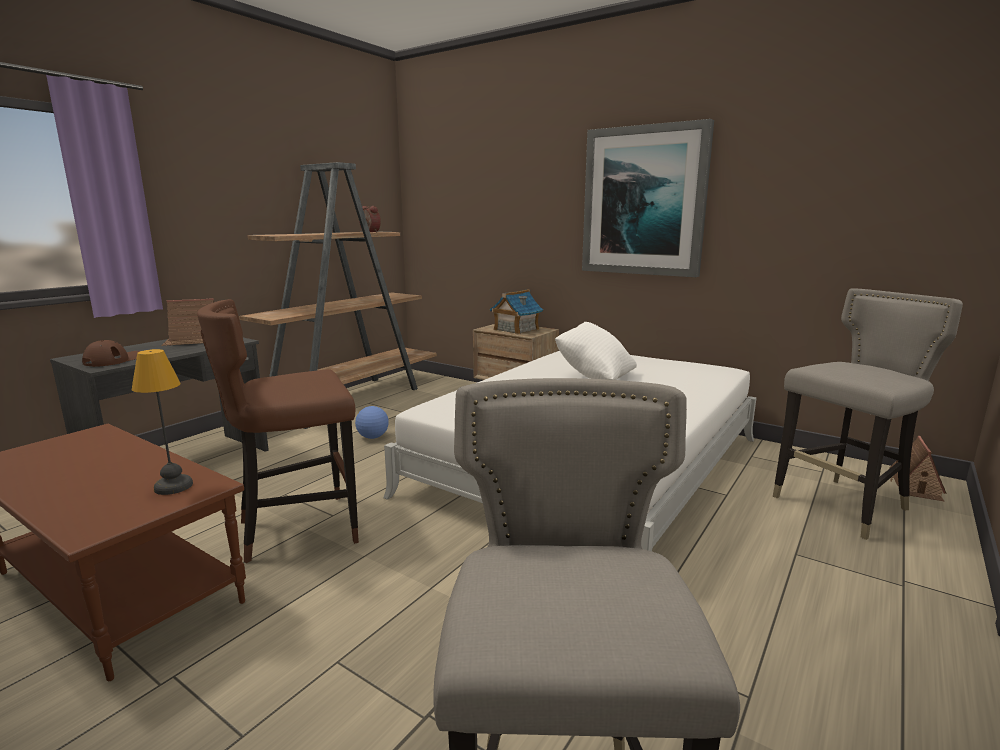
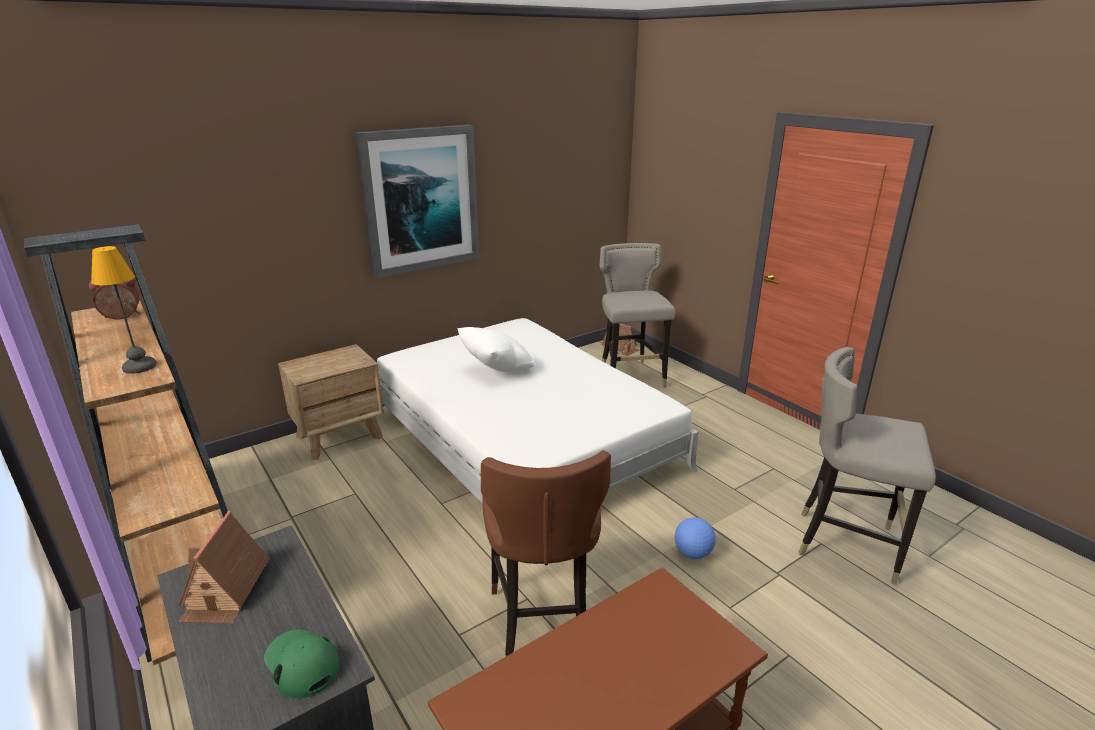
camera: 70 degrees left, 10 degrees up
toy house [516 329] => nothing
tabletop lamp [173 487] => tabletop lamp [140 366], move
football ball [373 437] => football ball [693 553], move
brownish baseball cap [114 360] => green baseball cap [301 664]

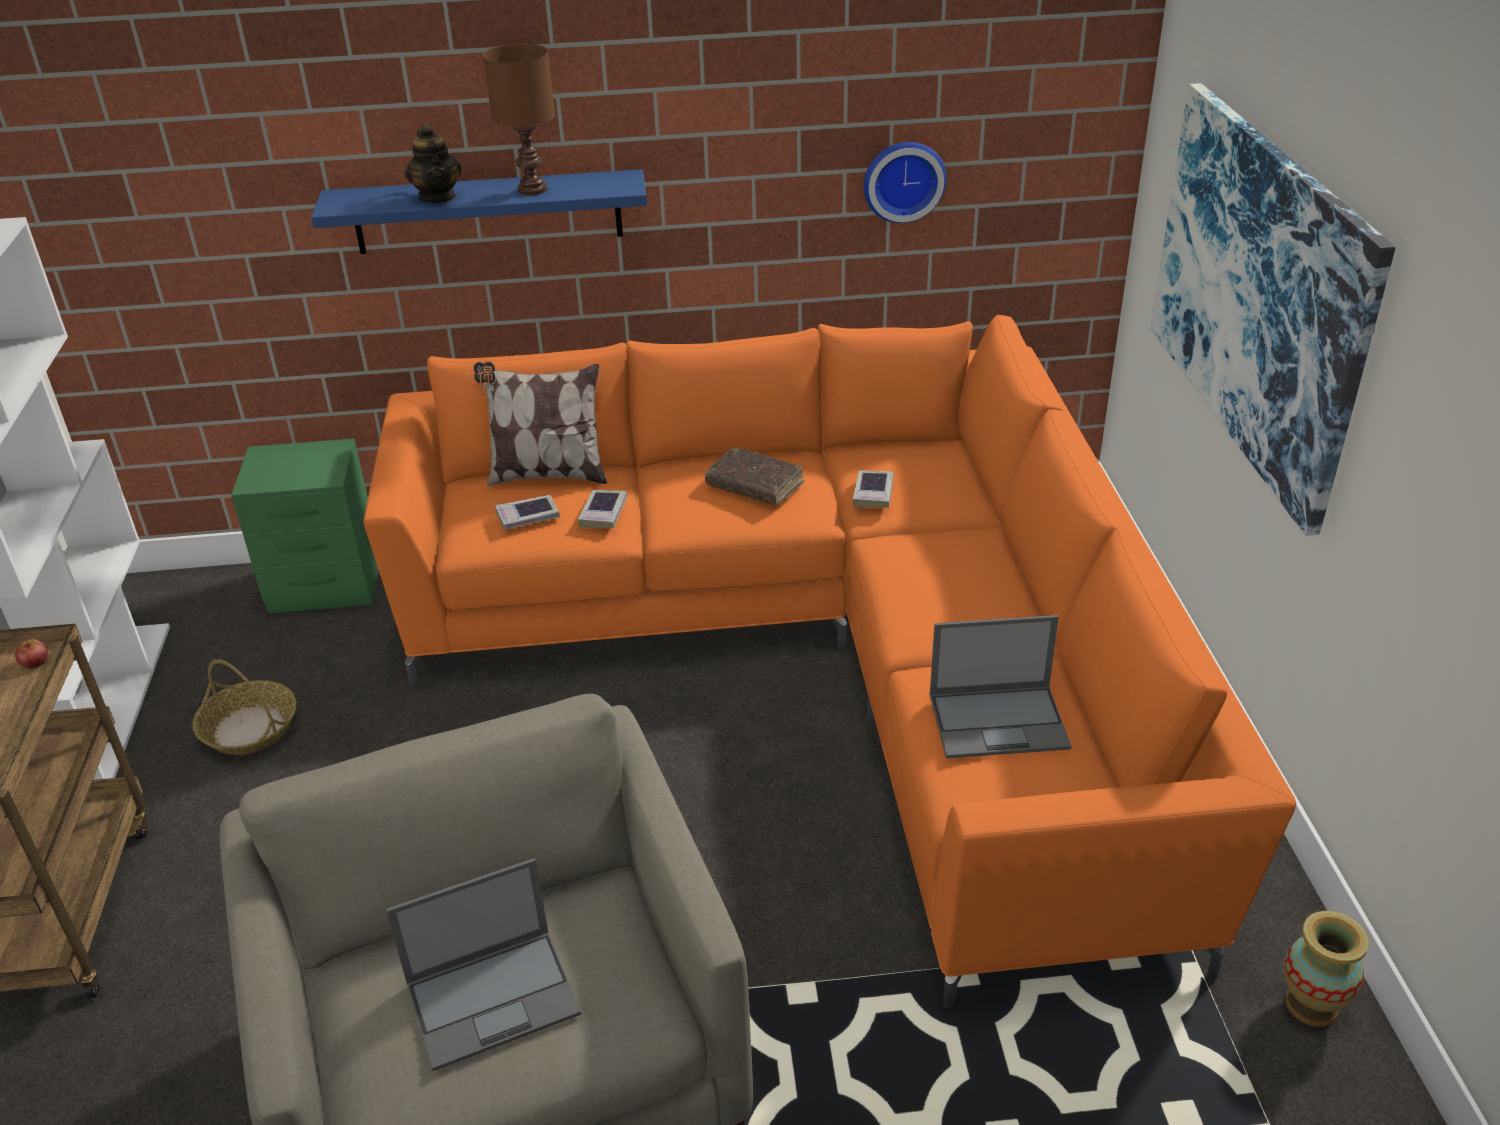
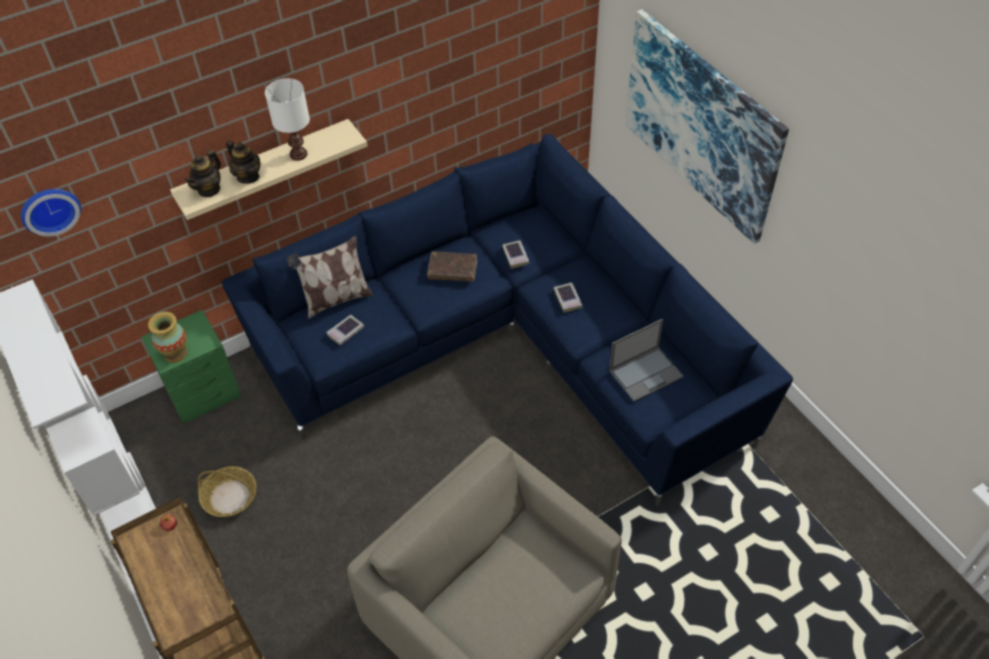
camera: 25 degrees left, 15 degrees up
portable computer [494 997] => nothing
nothing => tea pot [209 189]
book [603 513] => book [568 299], move
wall clock [903 180] => wall clock [49 209], move
decorative vase [1311 1005] => decorative vase [175 353], move
bluish bracket shelf [488 212] => beige bracket shelf [265 168]
orange couch [831 663] => bluish couch [511 345]
brownish tabletop lamp [533 189] => whitish tabletop lamp [299 154]

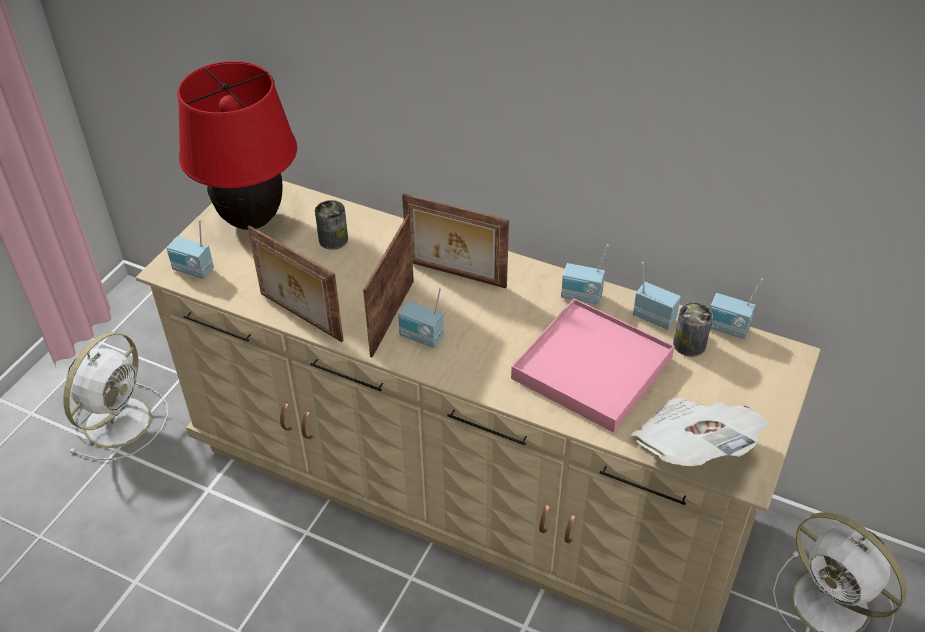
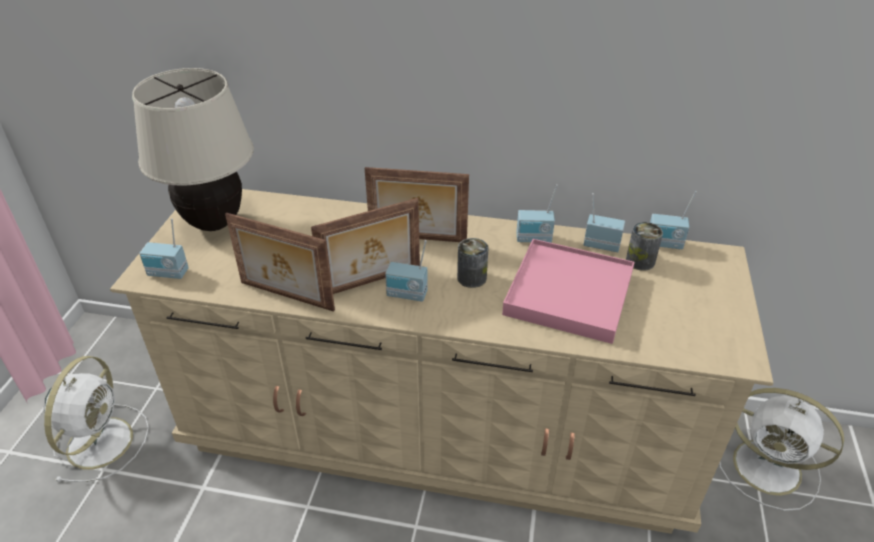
camera: 15 degrees left, 5 degrees down
newspaper [692 449] => nothing
sealed can [333 239] => sealed can [471 278], move
reddish tabletop lamp [251 220] => beige tabletop lamp [213 223]
photo frame [390 317] => photo frame [372 282], 120 degrees counterclockwise

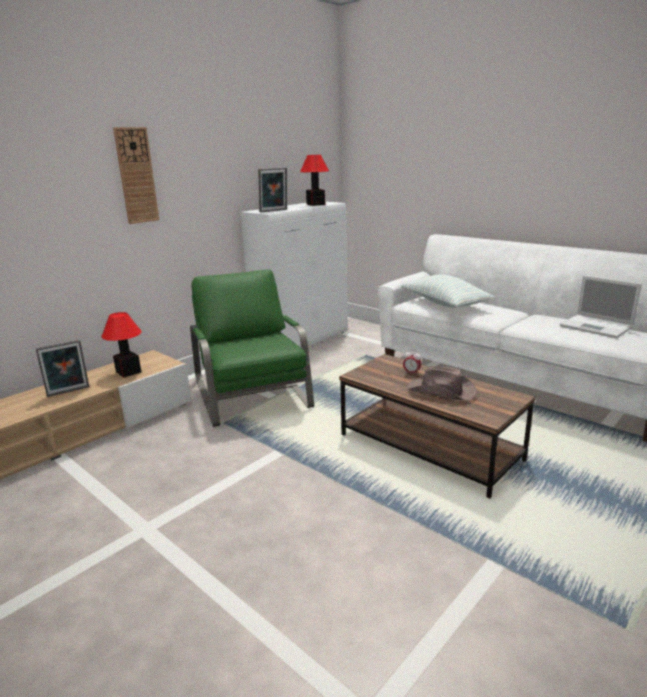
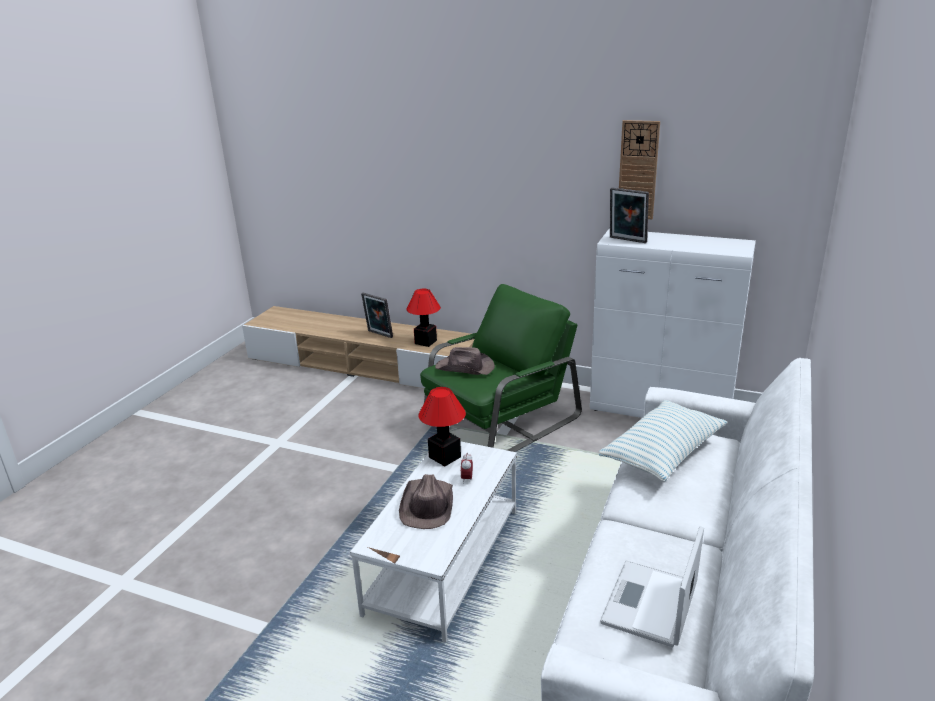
camera: 70 degrees right, 5 degrees up
nothing => brownish wearable hat [465 368]
wall clock [136 176] => wall clock [638 170], move
tabletop lamp [315 204] => tabletop lamp [444 457], move
brownish lounge table [430 447] => whitish lounge table [445 560]

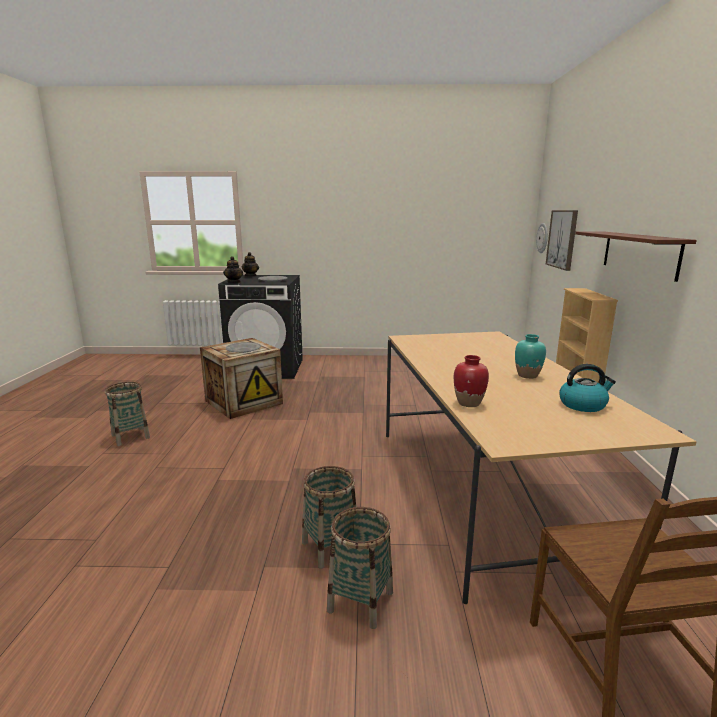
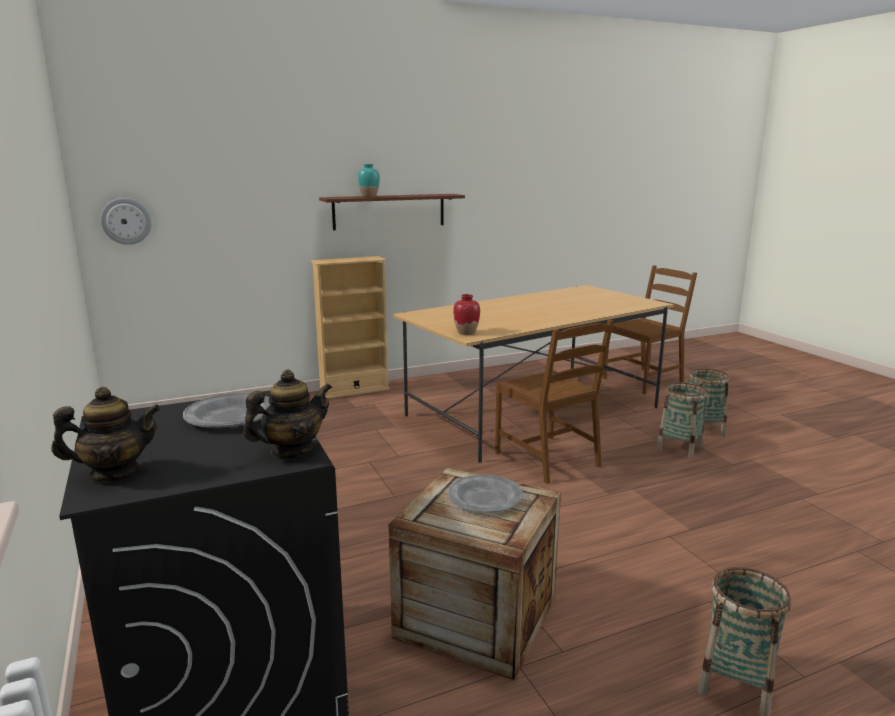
camera: 115 degrees left, 0 degrees up
wall art [562 239] => nothing
water kettle [583 405] => nothing
nothing => brownish upright chair [548 459]
reddish decorative vase [468 403] => reddish decorative vase [466 332], move
turquoise-coloured decorative vase [527 375] => turquoise-coloured decorative vase [369 196], move

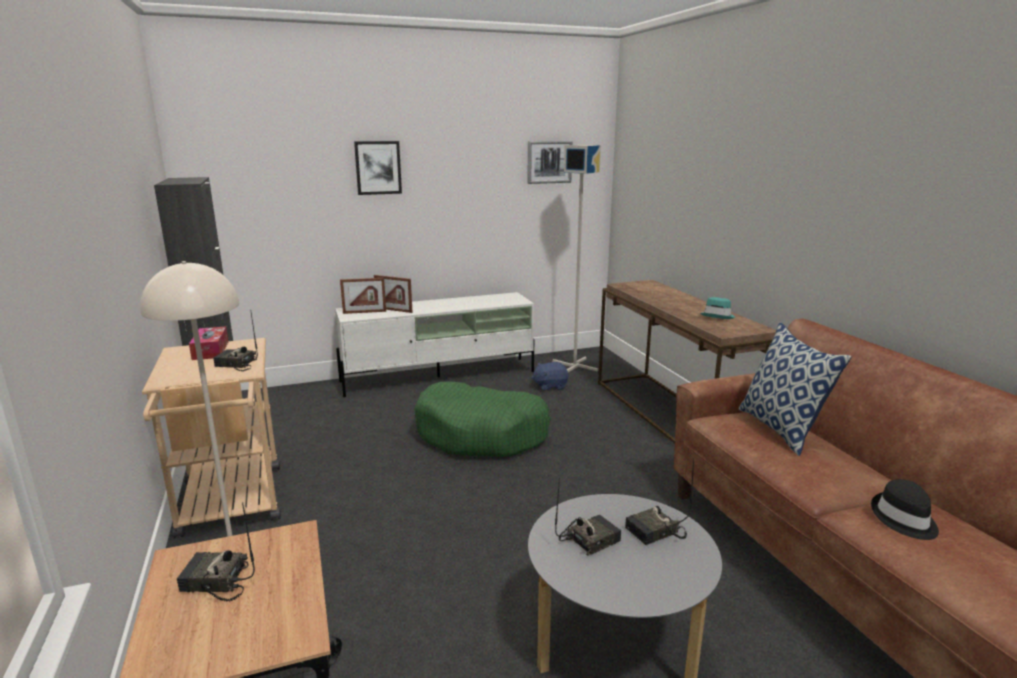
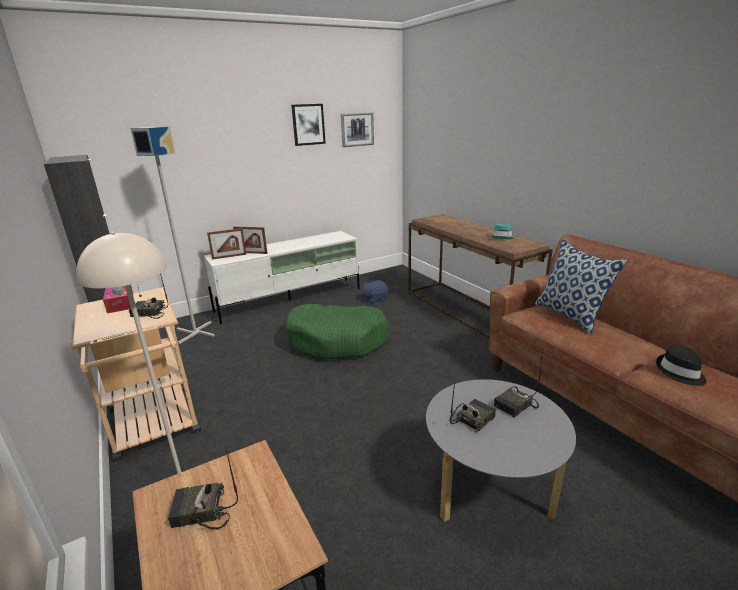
camera: 10 degrees left, 5 degrees up
wall art [378 167] => wall art [308 124], move
grey standing lamp [574 365] => grey standing lamp [195 332], move

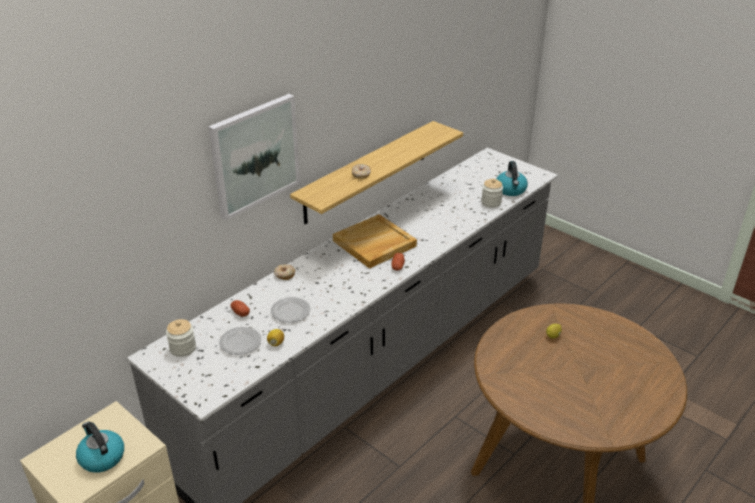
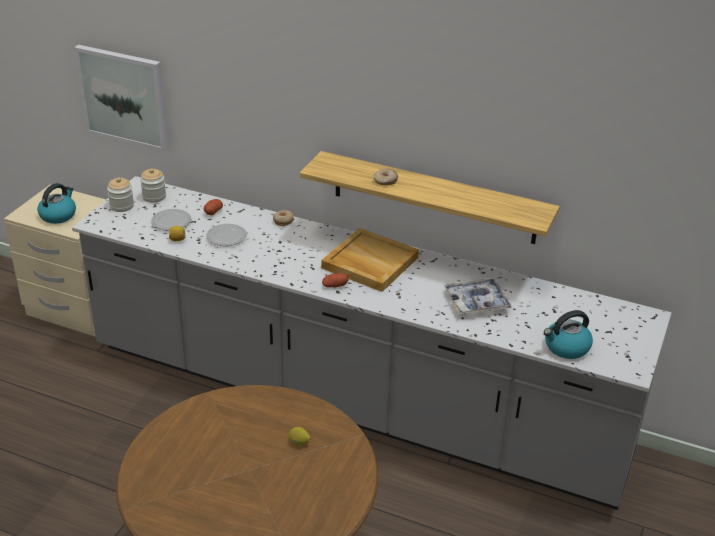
camera: 70 degrees right, 0 degrees up
nothing => carrying tray [476 302]
wall art [254 155] => wall art [124 97], move
storage jar [491 202] => storage jar [122 206], move

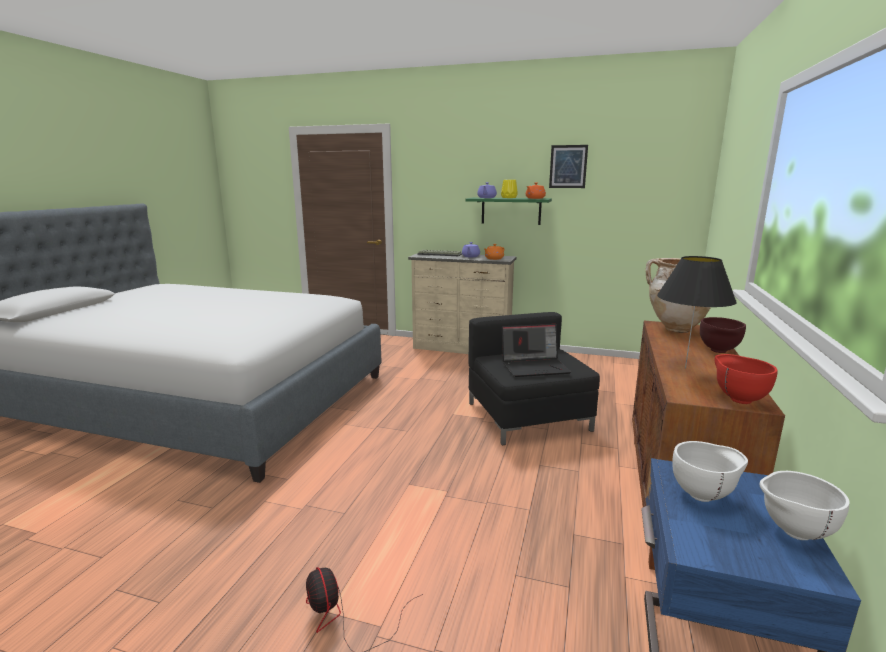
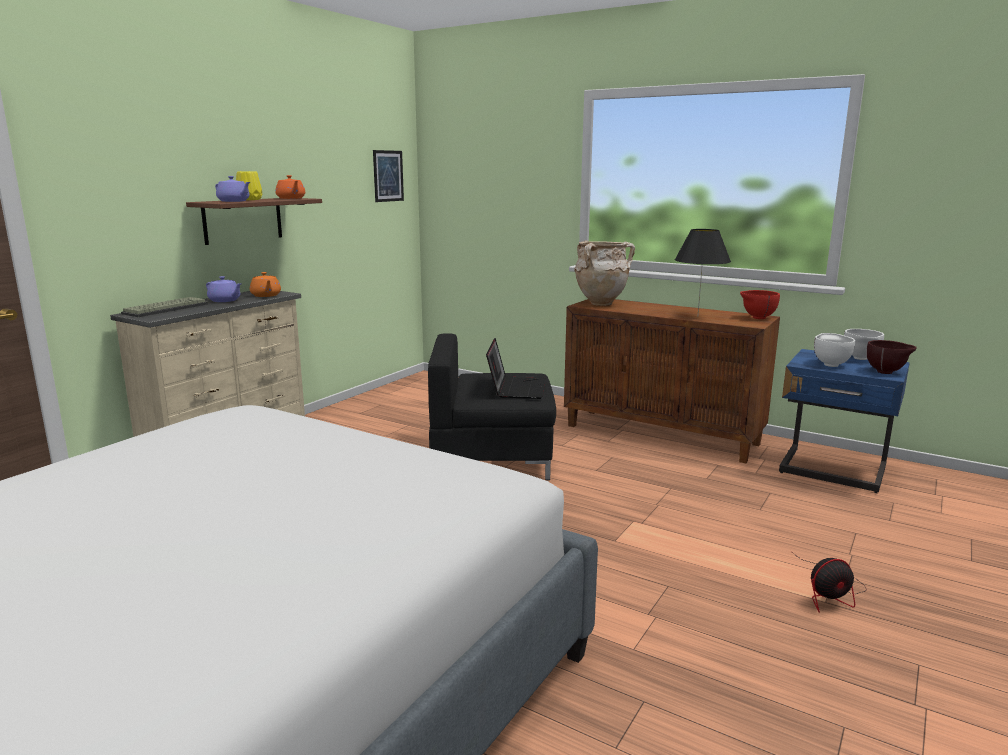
camera: 75 degrees left, 0 degrees up
wall art [568 166] => wall art [388 176], move
brownish deep dish [718 351] => brownish deep dish [887 372], move
green bracket shelf [511 211] => brownish bracket shelf [243 220]

